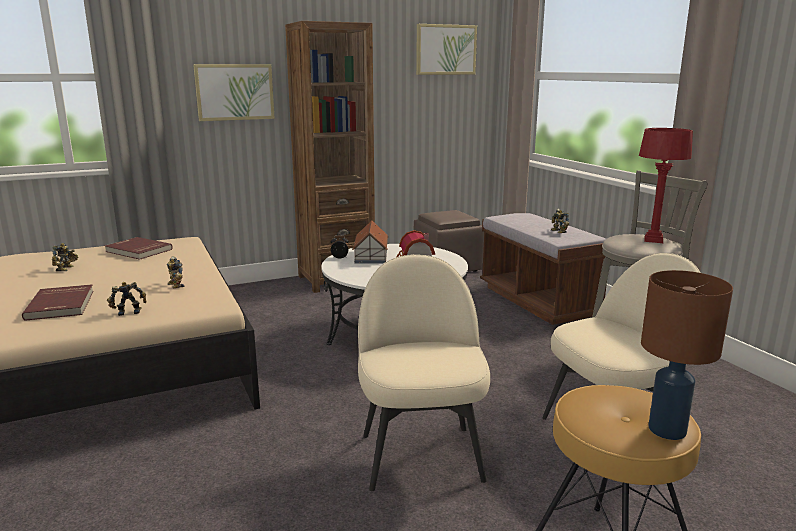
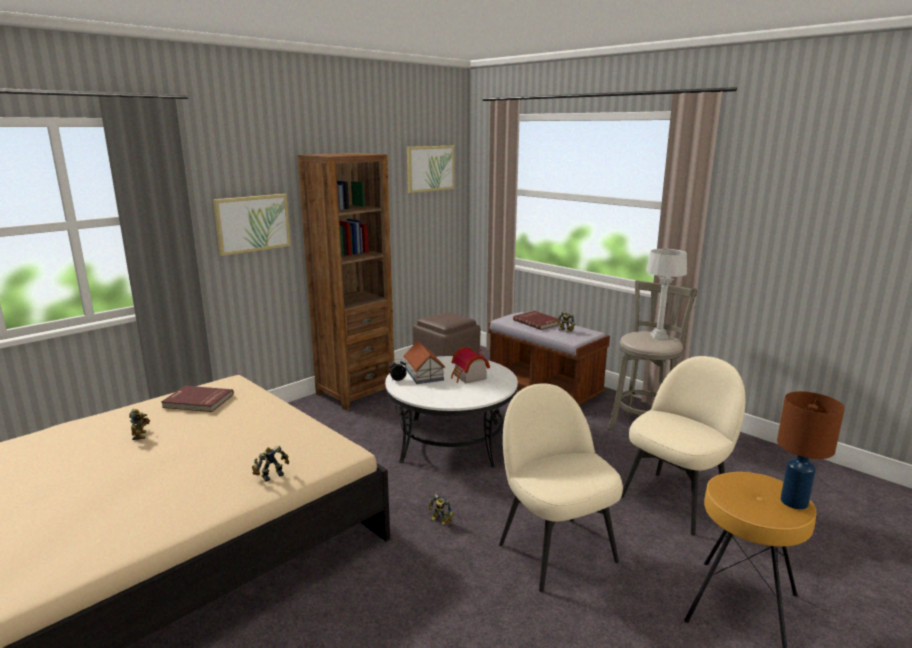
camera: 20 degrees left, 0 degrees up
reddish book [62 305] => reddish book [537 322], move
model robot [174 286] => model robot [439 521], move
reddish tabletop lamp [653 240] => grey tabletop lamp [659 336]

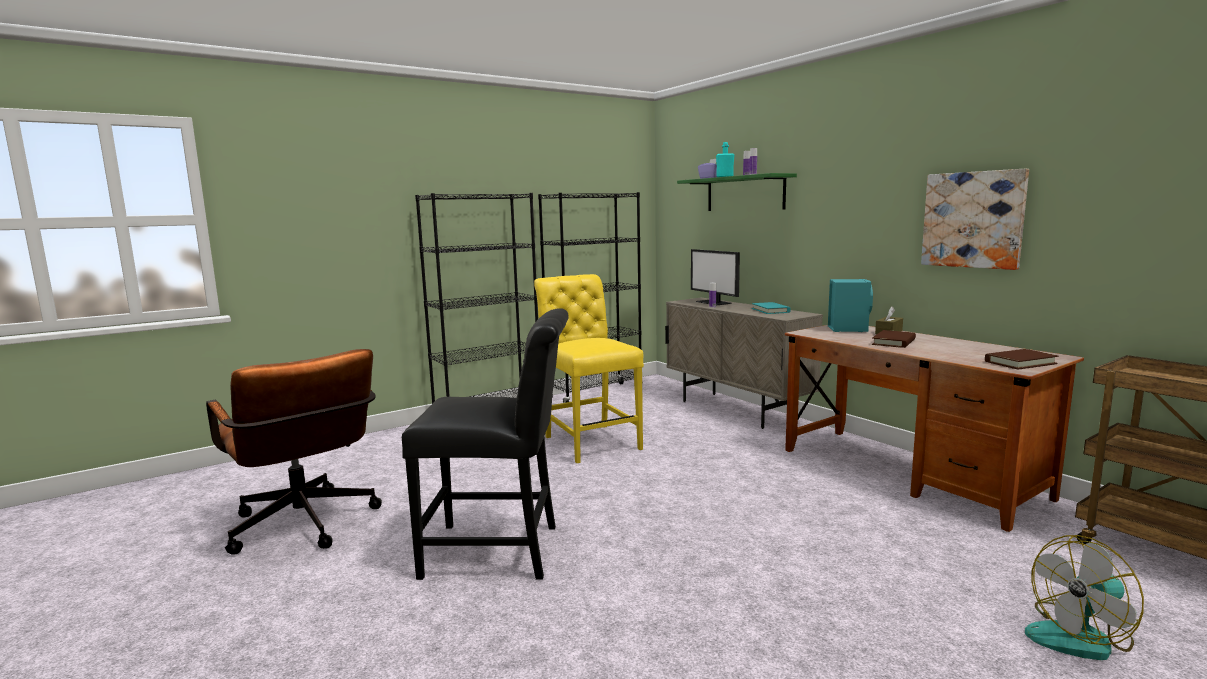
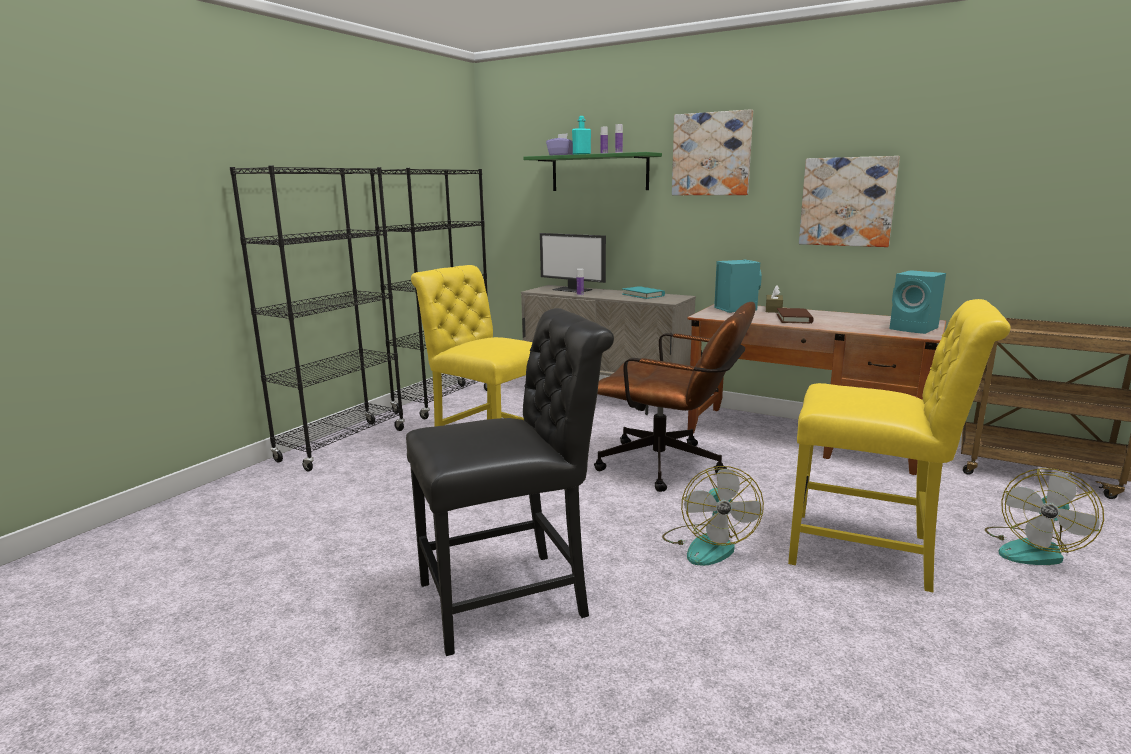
camera: 25 degrees left, 5 degrees up
nothing => electric fan [707 544]
nothing => wall art [711 154]
nothing => yellow upright chair [869 552]
brownish office chair [306 528] => brownish office chair [671 467], move
brownish book [1020 362] => turquoise-coloured loudspeaker [915 329]

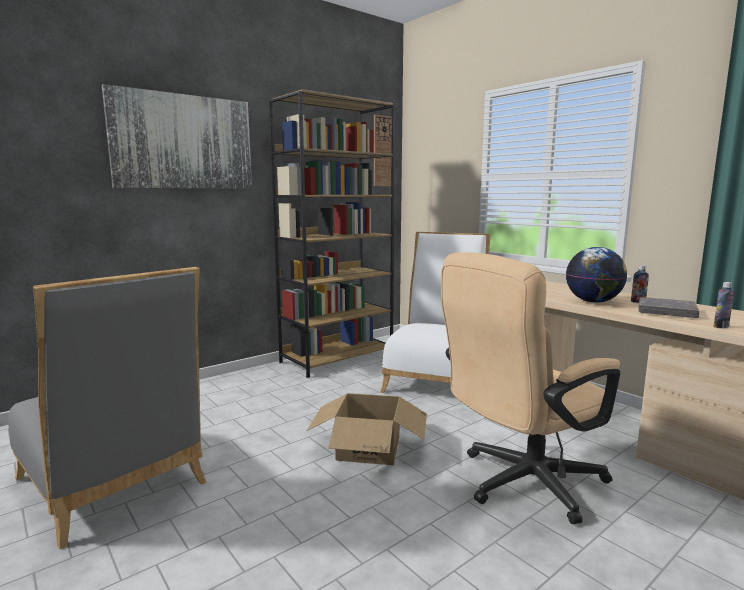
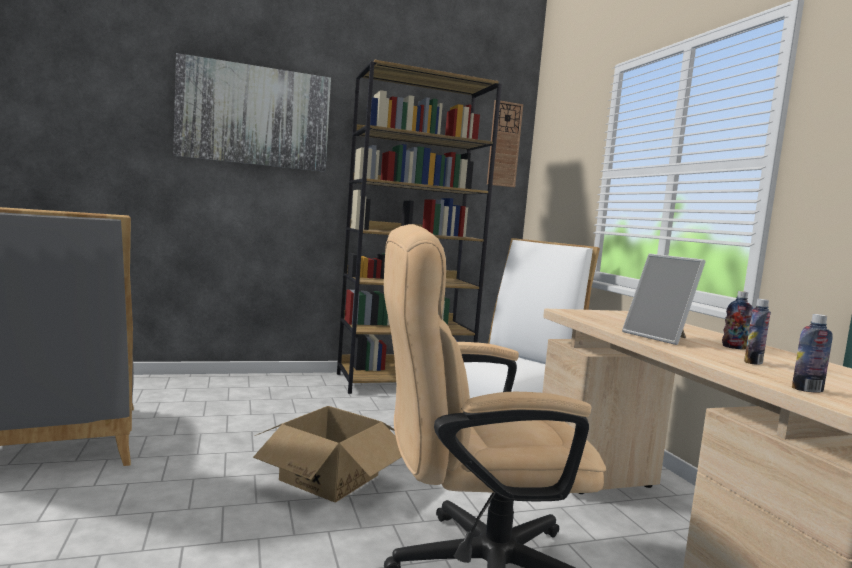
camera: 20 degrees right, 5 degrees down
globe [593 302] => photo frame [660 337]
grey book [666 312] => drink bottle [753 362]

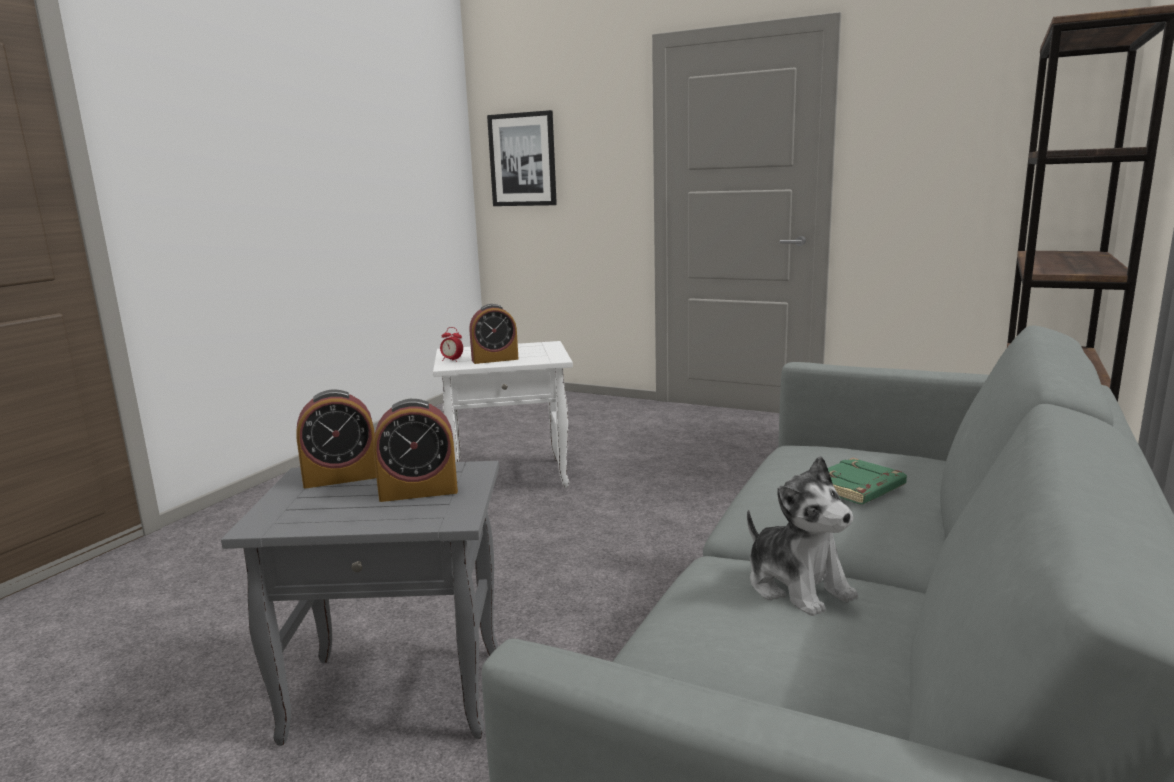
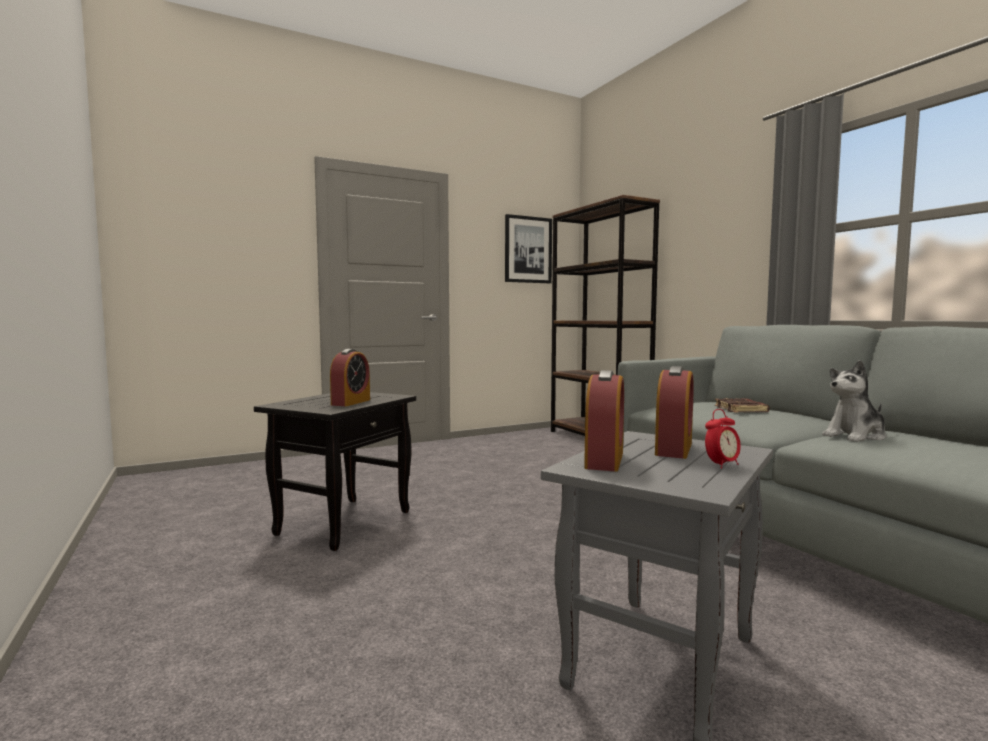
camera: 55 degrees left, 10 degrees down
table clock [452 360] => table clock [721 465], move
wall art [522 159] => wall art [528 250], move
whitish side table [511 477] => black side table [344 522]
green book [857 488] => brownish book [741 410]
soft toy [797 587] => soft toy [855 436], 150 degrees clockwise

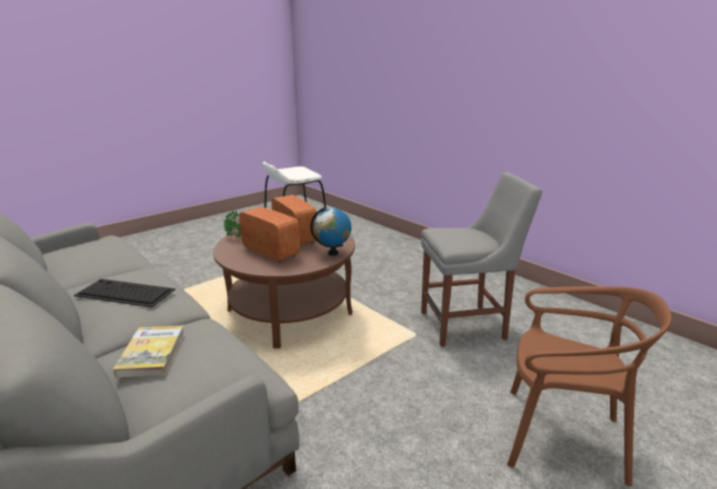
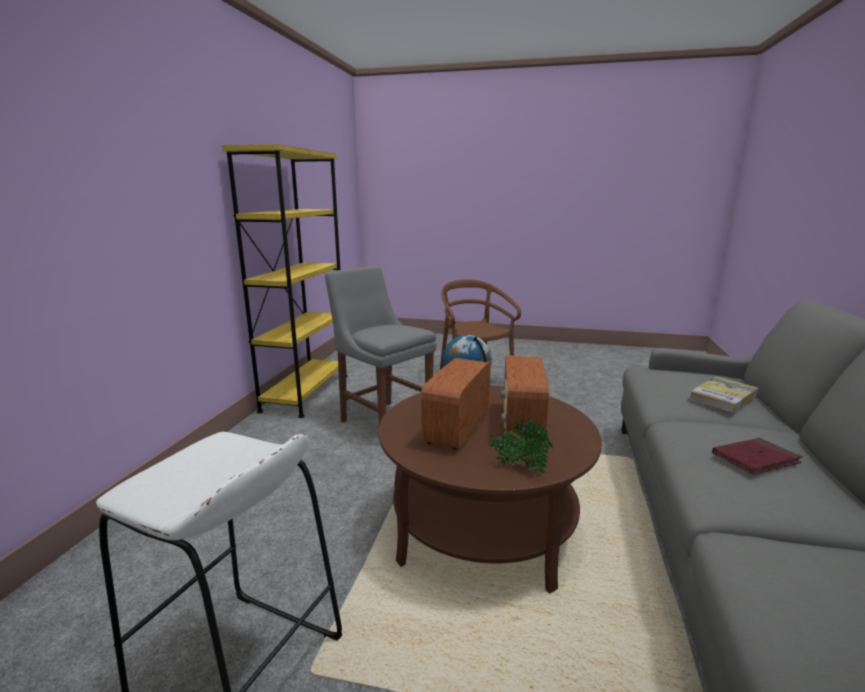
camera: 125 degrees left, 5 degrees down
nothing => yellow shelving unit [306 393]
keyboard [124 292] => reddish book [755 459]

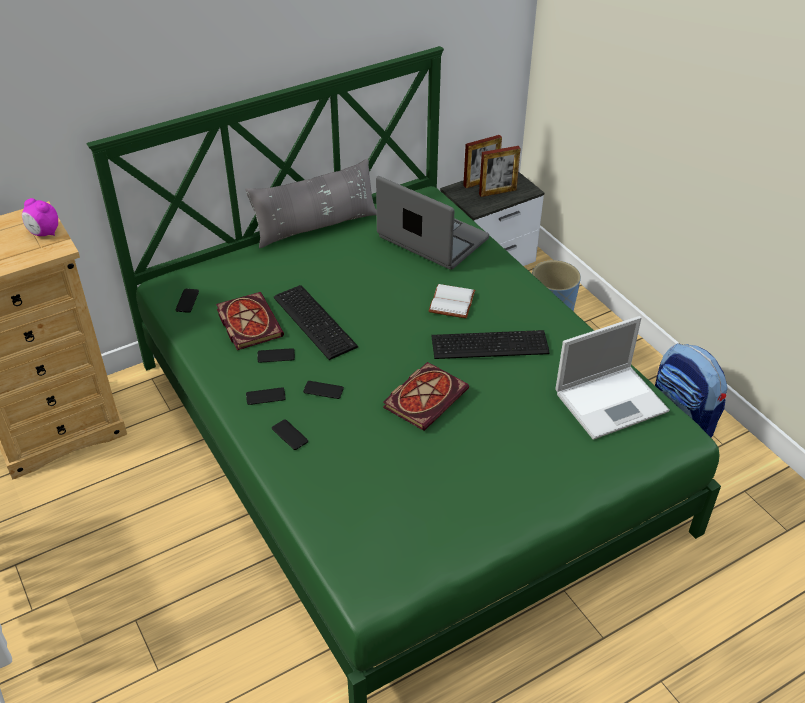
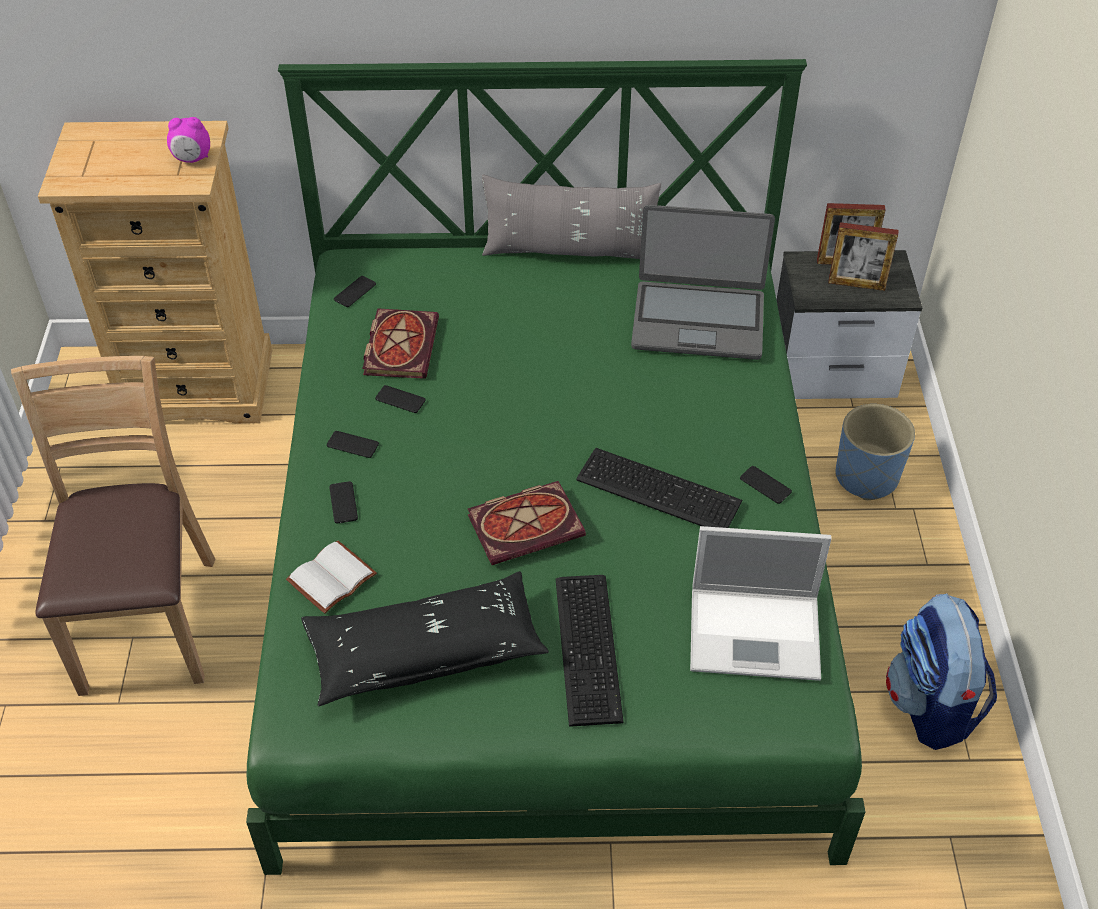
camera: 30 degrees right, 5 degrees up
nothing => brownish upright chair [147 622]
nothing => black throw pillow [425 651]
keyboard [315 320] => keyboard [591 646], move
telephone [323 390] => telephone [765 485], move
whitish book [453 303] => whitish book [332 580], move
table clock [44 233] => table clock [192 159], 60 degrees counterclockwise
portable computer [432 239] => portable computer [698 320], 120 degrees clockwise

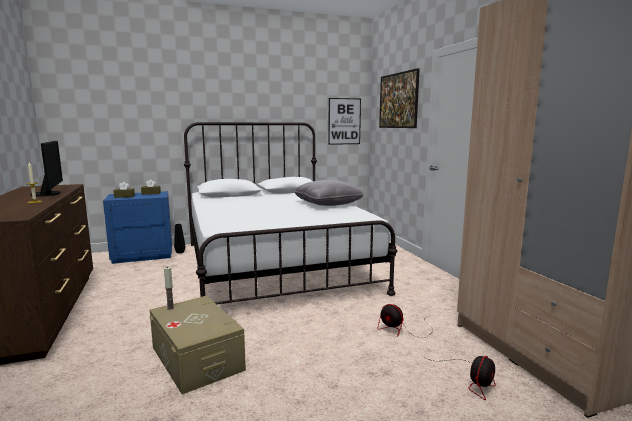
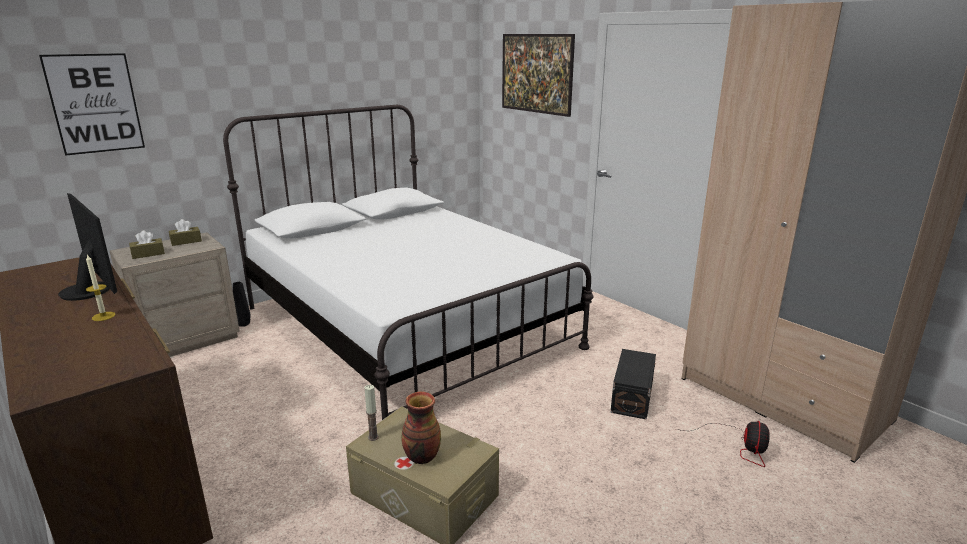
camera: 20 degrees left, 10 degrees up
grey throw pillow [327 204] => nothing
nothing => decorative vase [421 457]
wall art [344 121] => wall art [95 104], move
electric fan [403 330] => black storage box [631 397]
bluish night table [143 255] => beige night table [186 338]

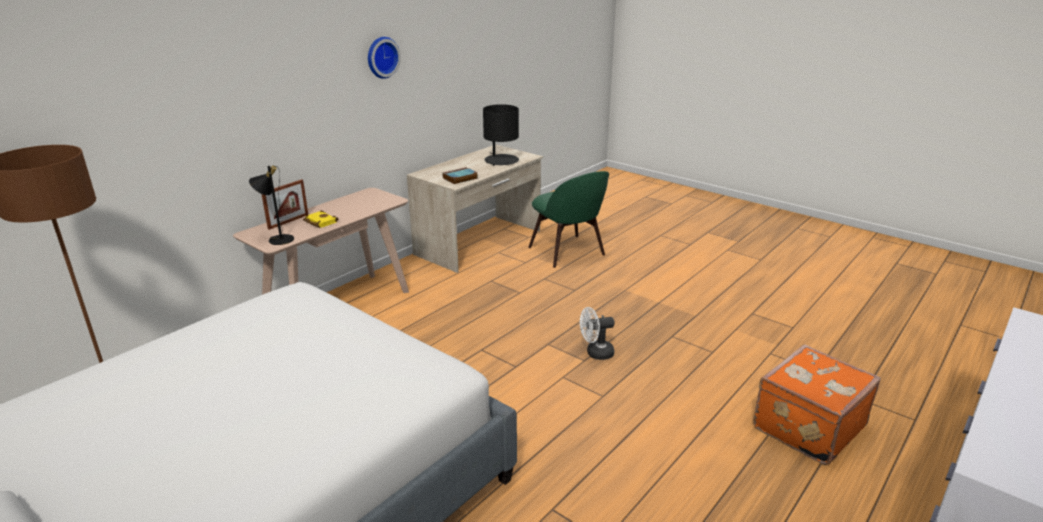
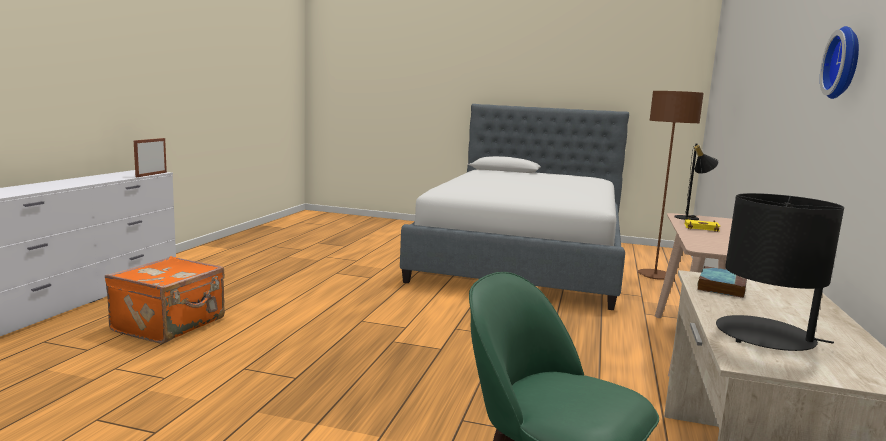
camera: 155 degrees right, 15 degrees down
whitish electric fan [595 353] => nothing
photo frame [288 221] => photo frame [151 174], move

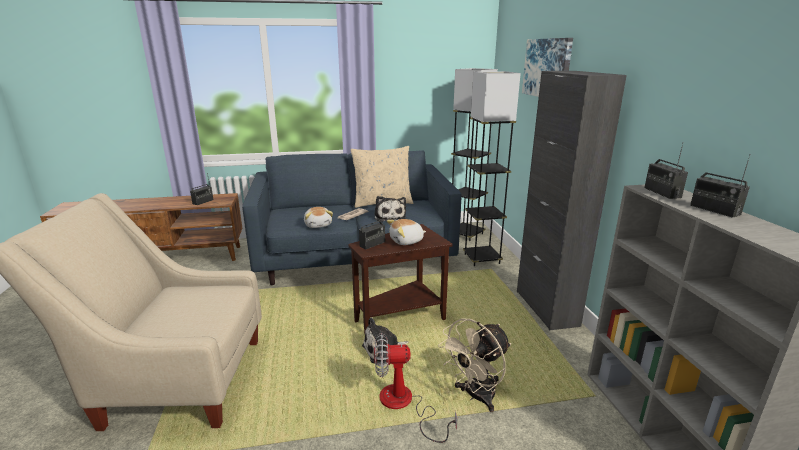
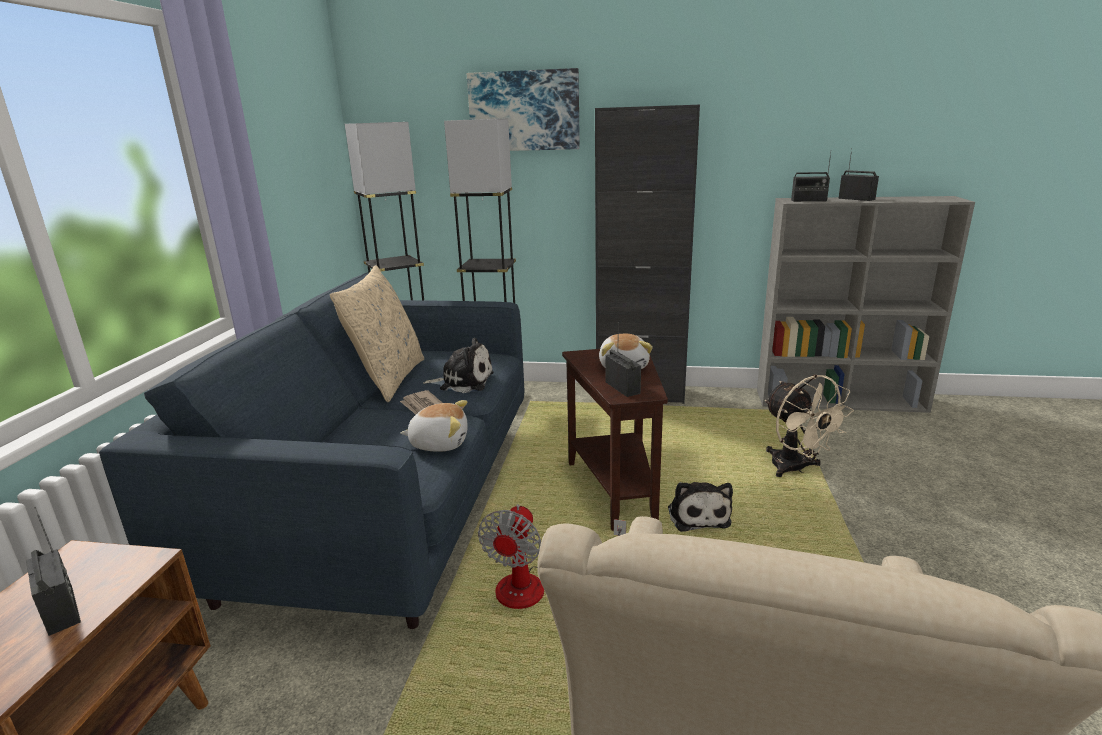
camera: 70 degrees left, 0 degrees up
electric fan [404 405] => electric fan [538 587], move
radio set [714 210] => radio set [856 199], 120 degrees counterclockwise

